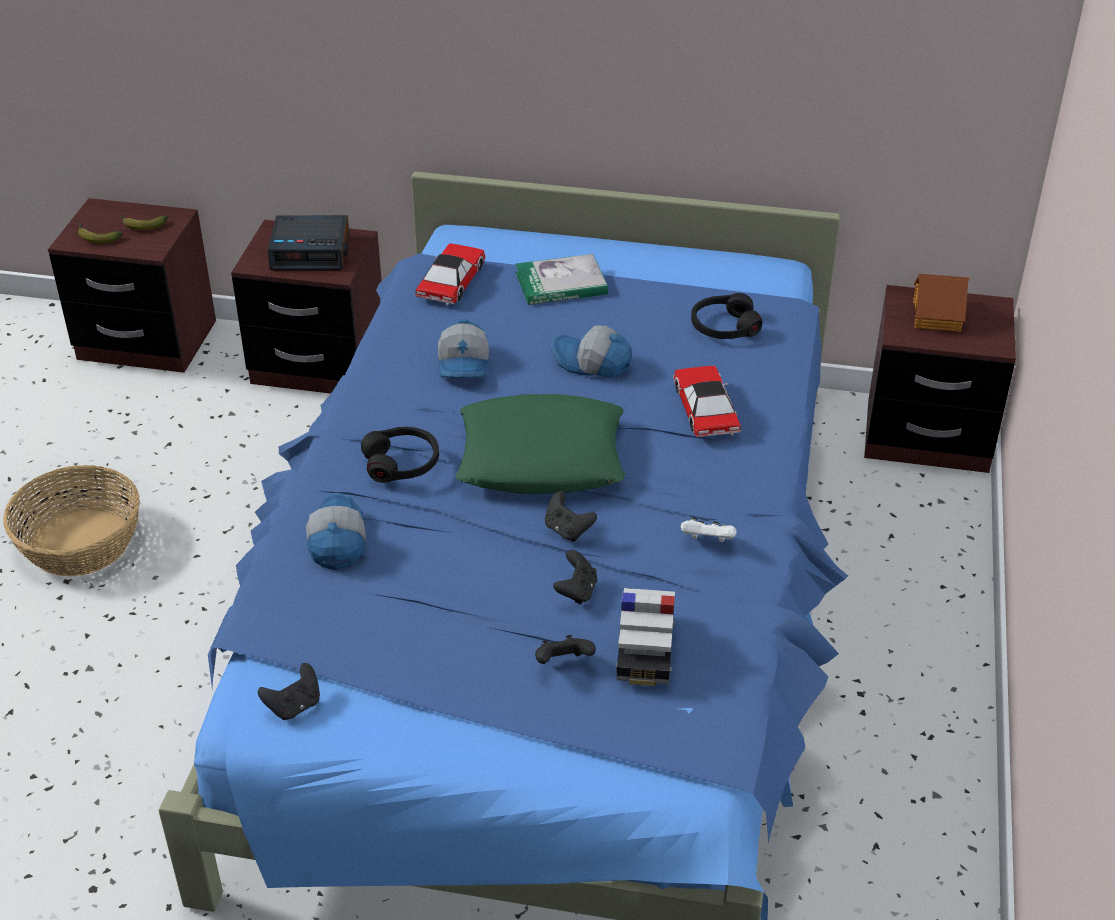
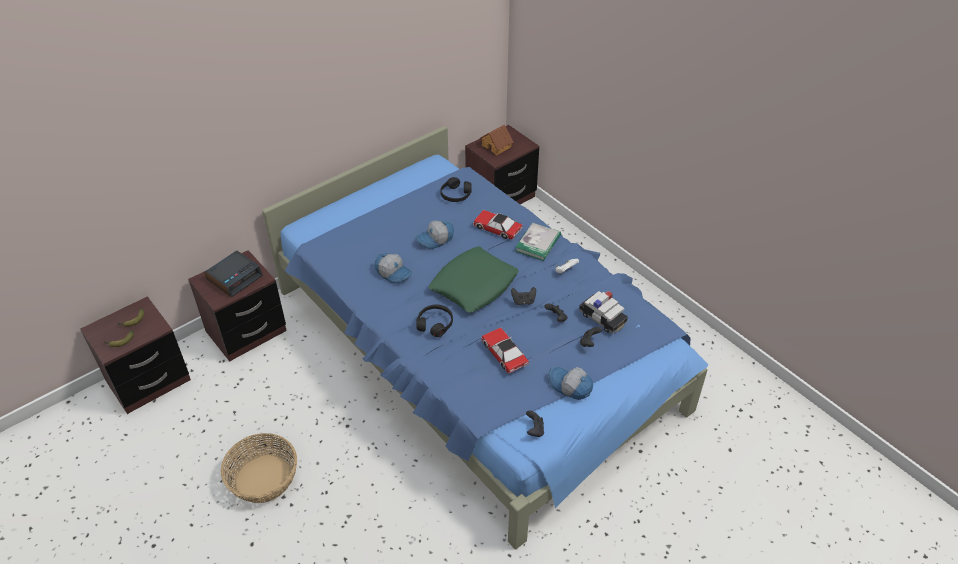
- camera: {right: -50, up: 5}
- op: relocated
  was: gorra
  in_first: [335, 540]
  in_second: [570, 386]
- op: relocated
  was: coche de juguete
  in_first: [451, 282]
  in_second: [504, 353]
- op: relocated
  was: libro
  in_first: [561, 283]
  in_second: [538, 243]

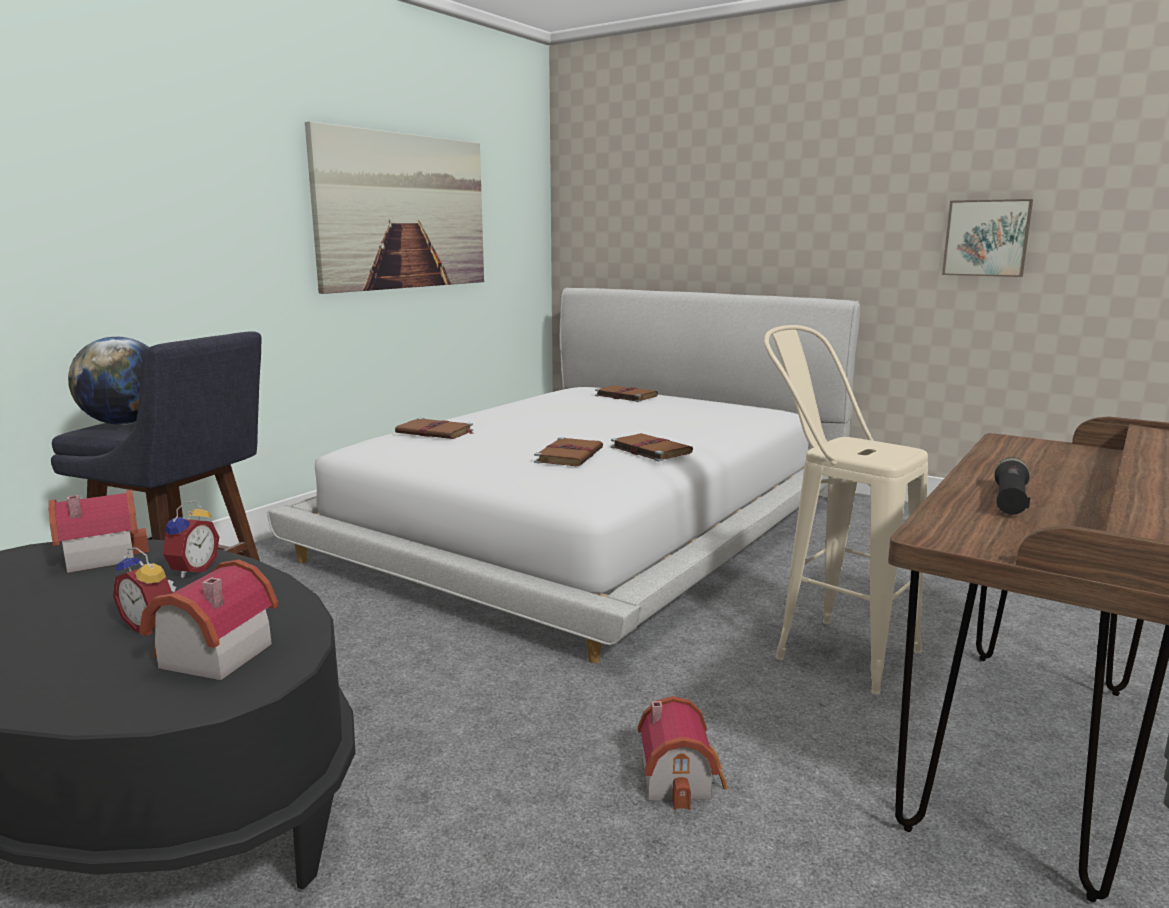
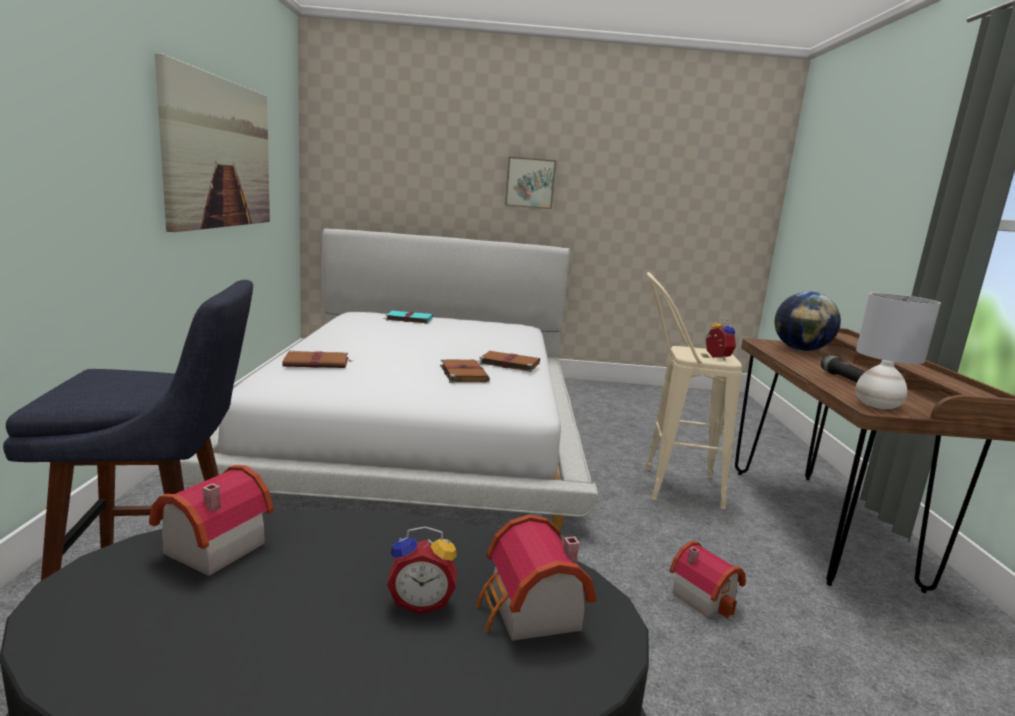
- camera: {right: -35, up: 0}
- op: appeared
  now: lámpara de mesa/gris
  in_second: [877, 405]
- op: relocated
  was: globo terráqueo
  in_first: [126, 423]
  in_second: [800, 350]
- op: relocated
  was: despertador
  in_first: [191, 570]
  in_second: [715, 357]
- op: relocated
  was: cuadro
  in_first: [986, 238]
  in_second: [530, 183]
- op: colour
  was: libro/marrón
  now: libro/turquesa
  in_first: [625, 396]
  in_second: [408, 319]

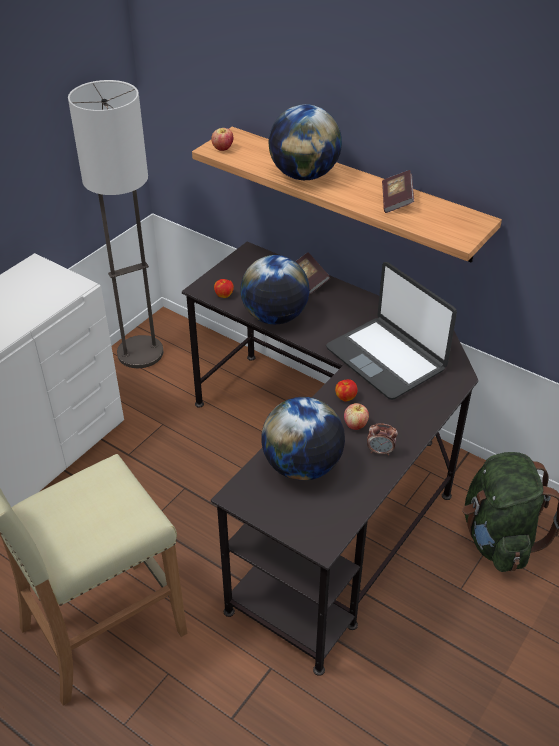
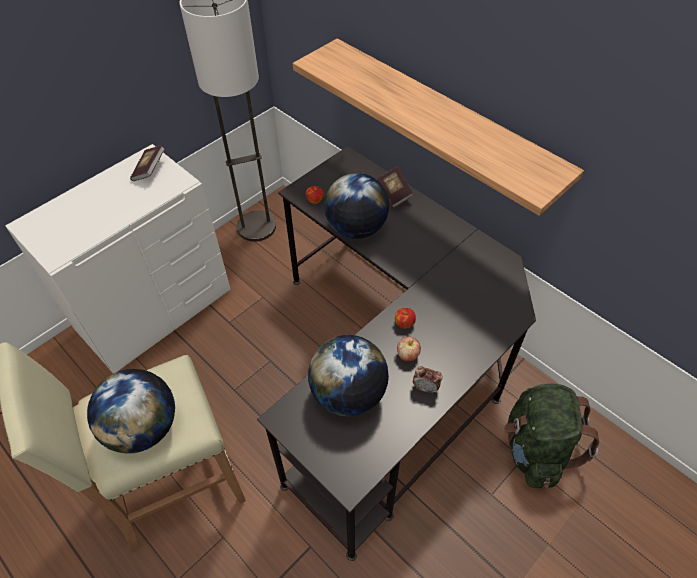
- camera: {right: 10, up: 10}
- op: missing
  was: manzana
  in_first: [223, 149]
- op: missing
  was: portátil
  in_first: [386, 358]
- op: relocated
  was: globo terráqueo
  in_first: [304, 175]
  in_second: [144, 428]
- op: relocated
  was: libro
  in_first: [396, 201]
  in_second: [149, 170]

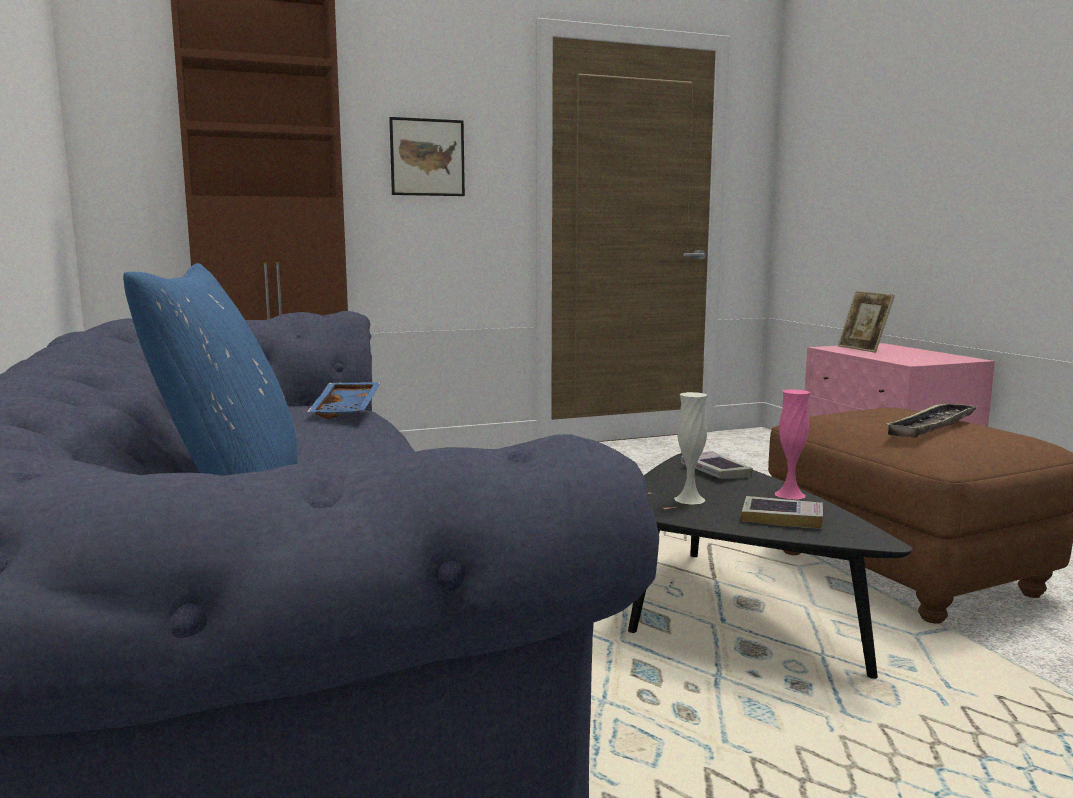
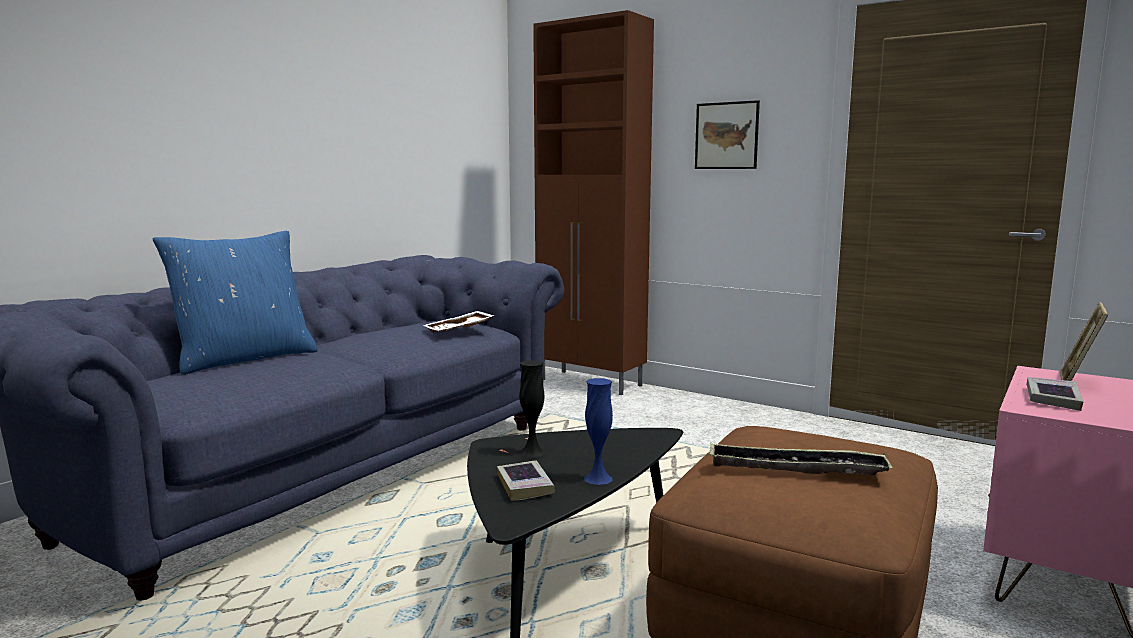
- camera: {right: 55, up: 0}
- op: relocated
  was: libro
  in_first: [715, 471]
  in_second: [1052, 399]
- op: colour
  was: bandeja/azul
  now: bandeja/blanco
  in_first: [348, 410]
  in_second: [459, 330]
- op: colour
  was: florero/blanco
  now: florero/negro
  in_first: [689, 499]
  in_second: [532, 452]
- op: colour
  was: florero/rosa
  now: florero/azul
  in_first: [789, 494]
  in_second: [598, 478]

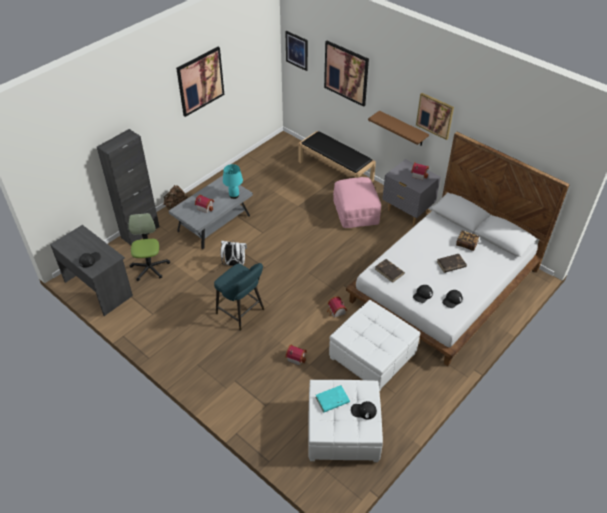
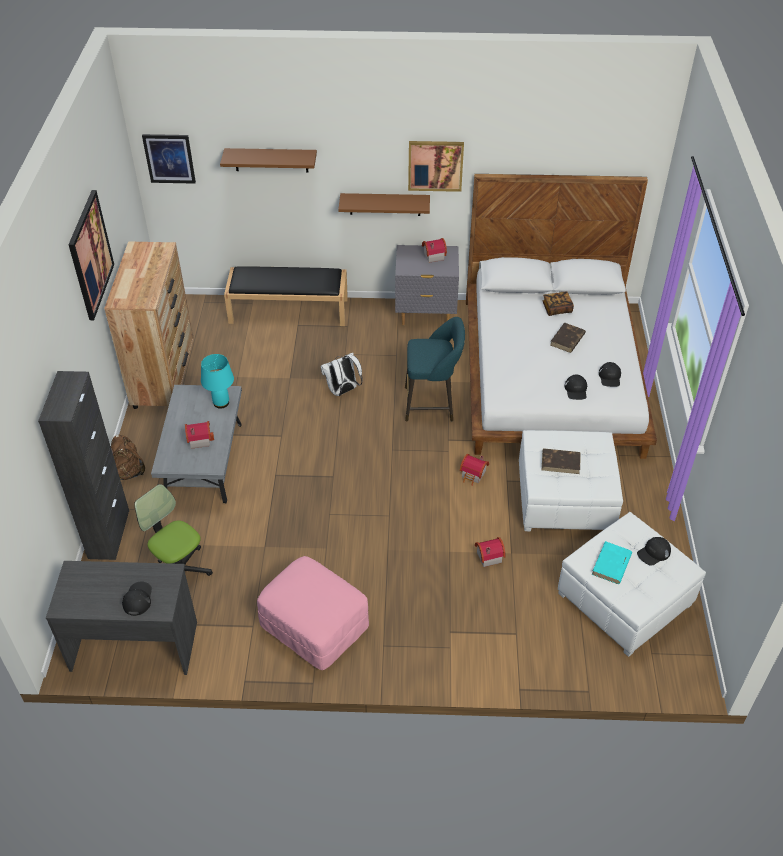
- camera: {right: -40, up: 0}
- op: appeared
  now: cómoda/marrón
  in_second: [164, 376]
- op: relocated
  was: taburete/turquesa
  in_first: [242, 313]
  in_second: [432, 404]
- op: relocated
  was: mochila/blanco
  in_first: [234, 264]
  in_second: [342, 391]
- op: relocated
  was: puf/rosa
  in_first: [355, 212]
  in_second: [313, 626]
- op: relocated
  was: libro/marrón
  in_first: [389, 271]
  in_second: [561, 462]
- op: exchanged
  was: cuadro
  now: estante/marrón
  in_first: [346, 73]
  in_second: [271, 160]

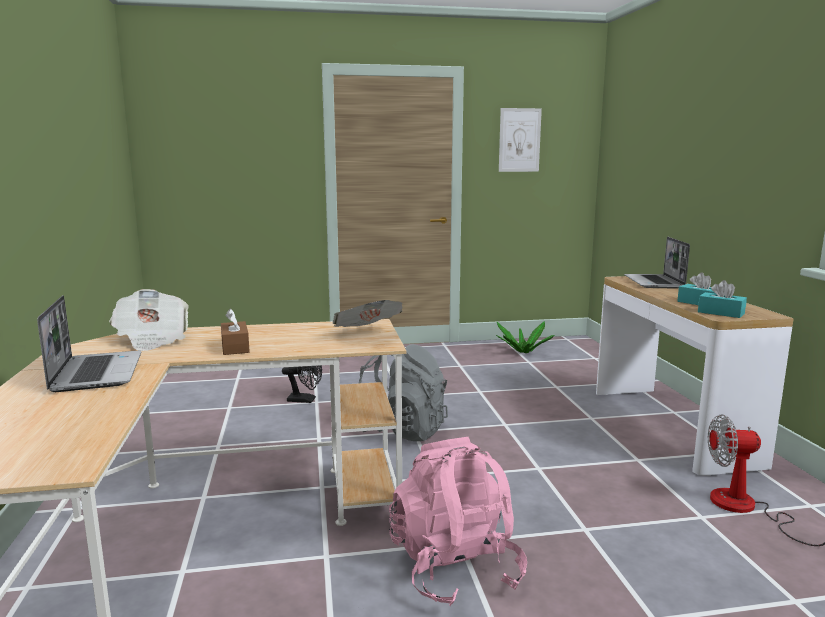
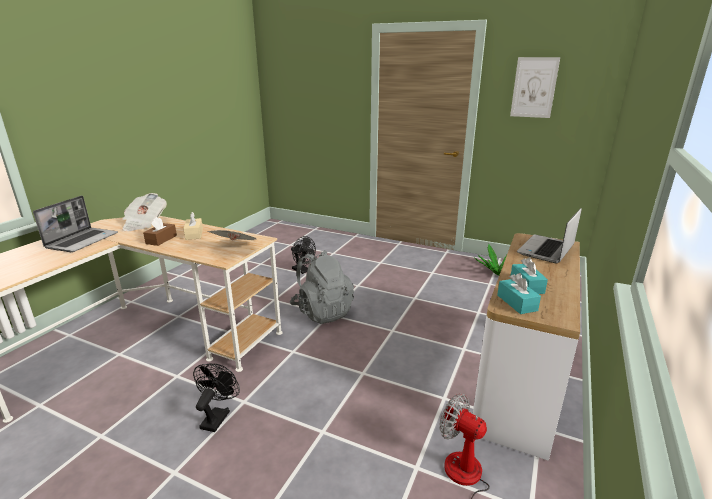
- camera: {right: 35, up: 10}
- op: appeared
  now: caja de pañuelos/beis
  in_second: [194, 234]
- op: exchanged
  was: mochila/rosa
  now: ventilador/negro
  in_first: [455, 568]
  in_second: [217, 416]

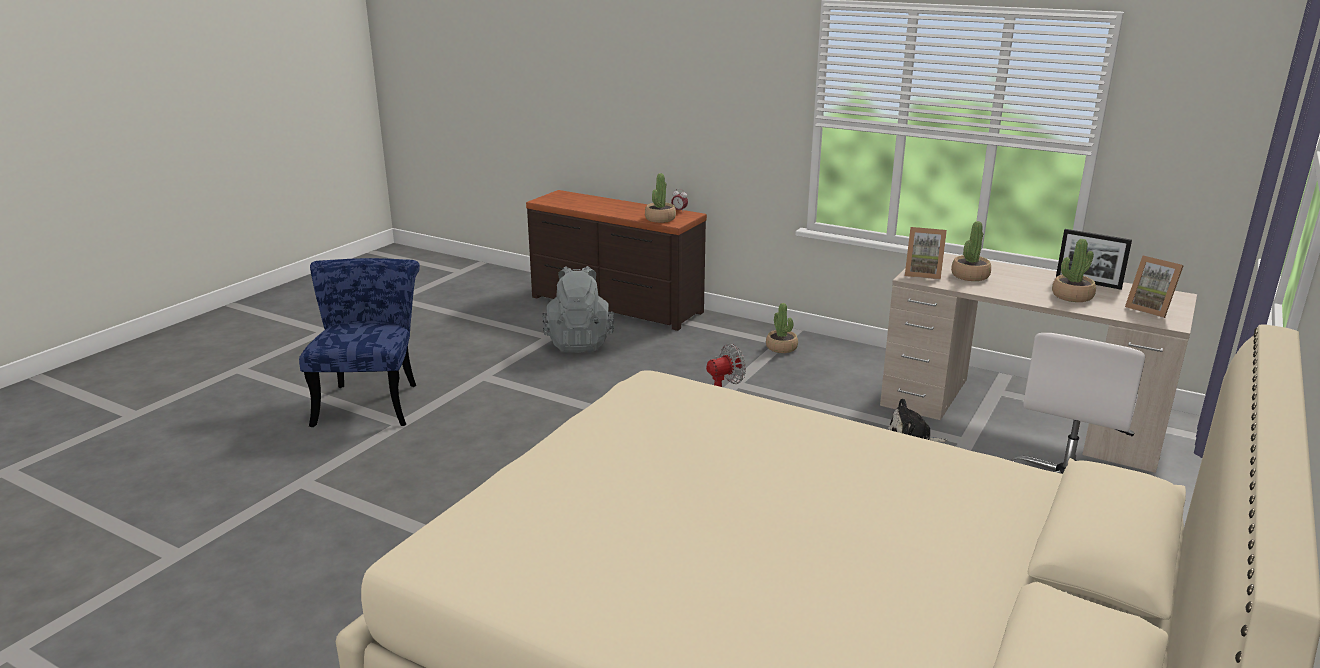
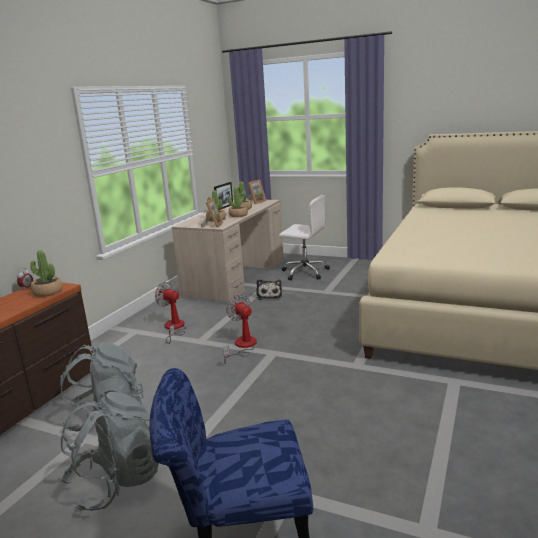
- camera: {right: -95, up: -5}
- op: appeared
  now: mochila/gris
  in_second: [117, 482]
- op: appeared
  now: ventilador
  in_second: [174, 328]
- op: relocated
  was: planta en maceta
  in_first: [781, 348]
  in_second: [238, 215]

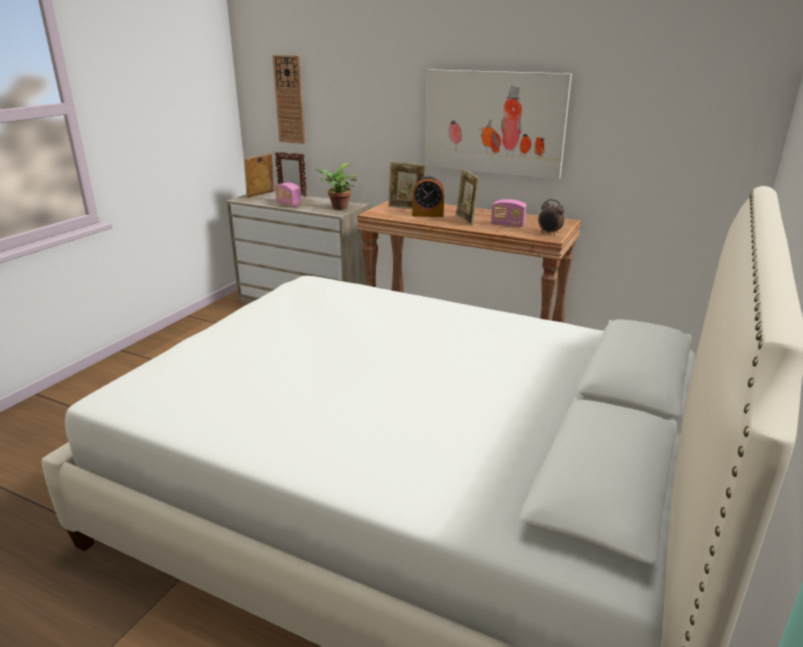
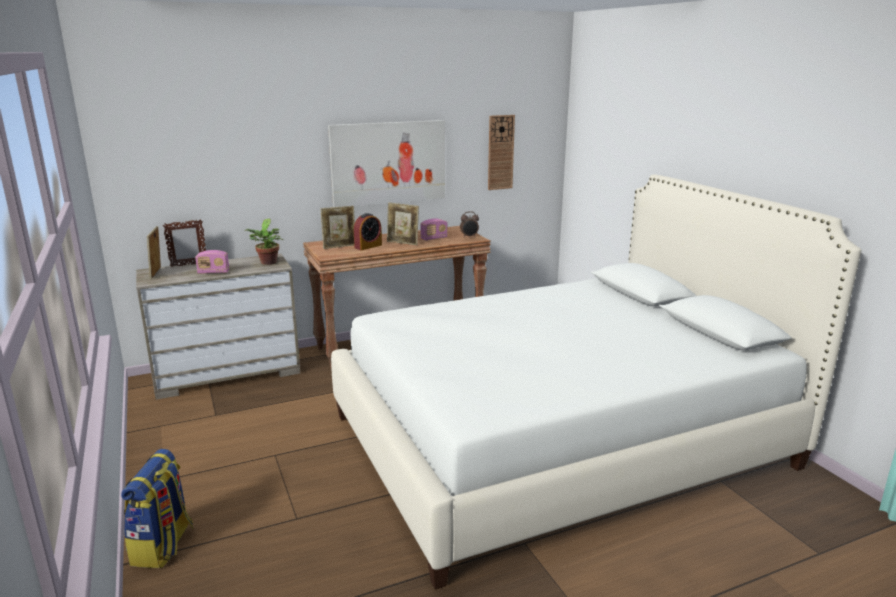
- camera: {right: -50, up: -5}
- op: appeared
  now: mochila
  in_second: [163, 546]
- op: relocated
  was: reloj de pared
  in_first: [290, 100]
  in_second: [500, 152]

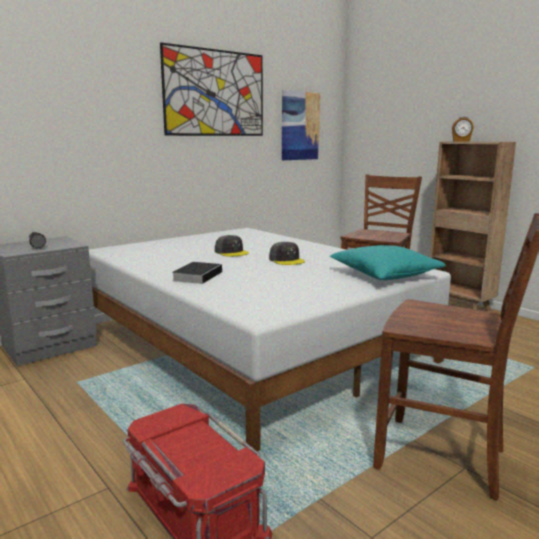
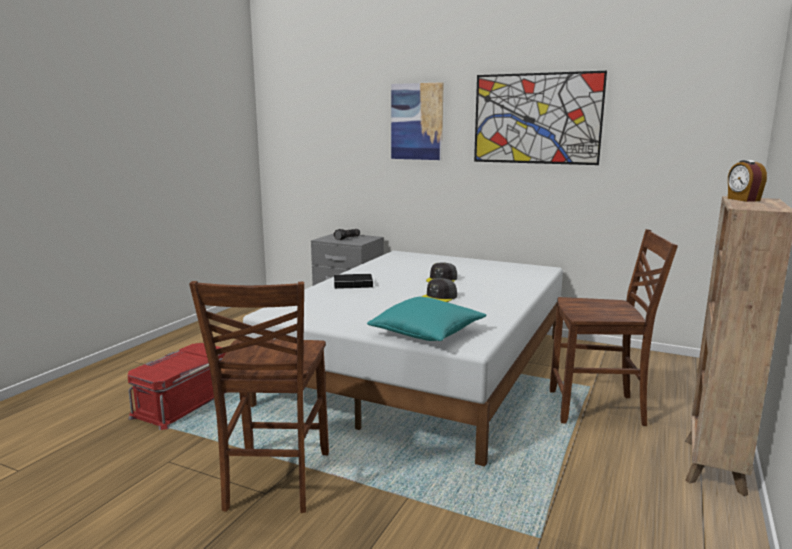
- camera: {right: 65, up: 0}
- op: relocated
  was: cuadro
  in_first: [300, 126]
  in_second: [417, 121]

